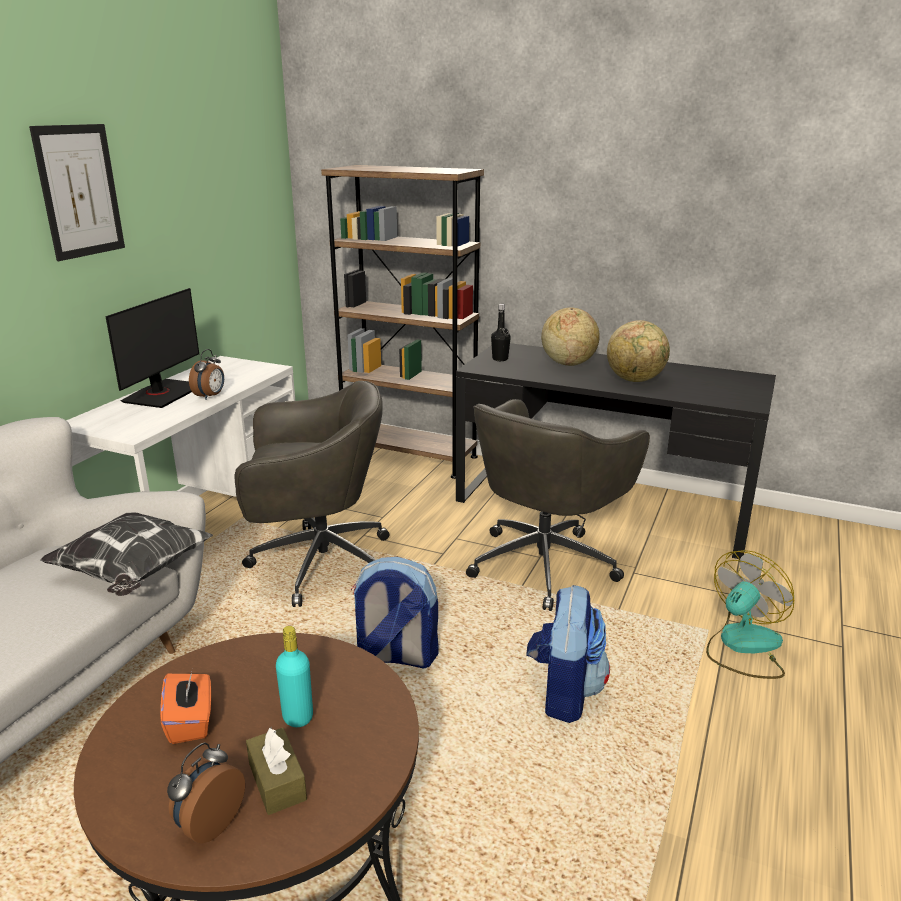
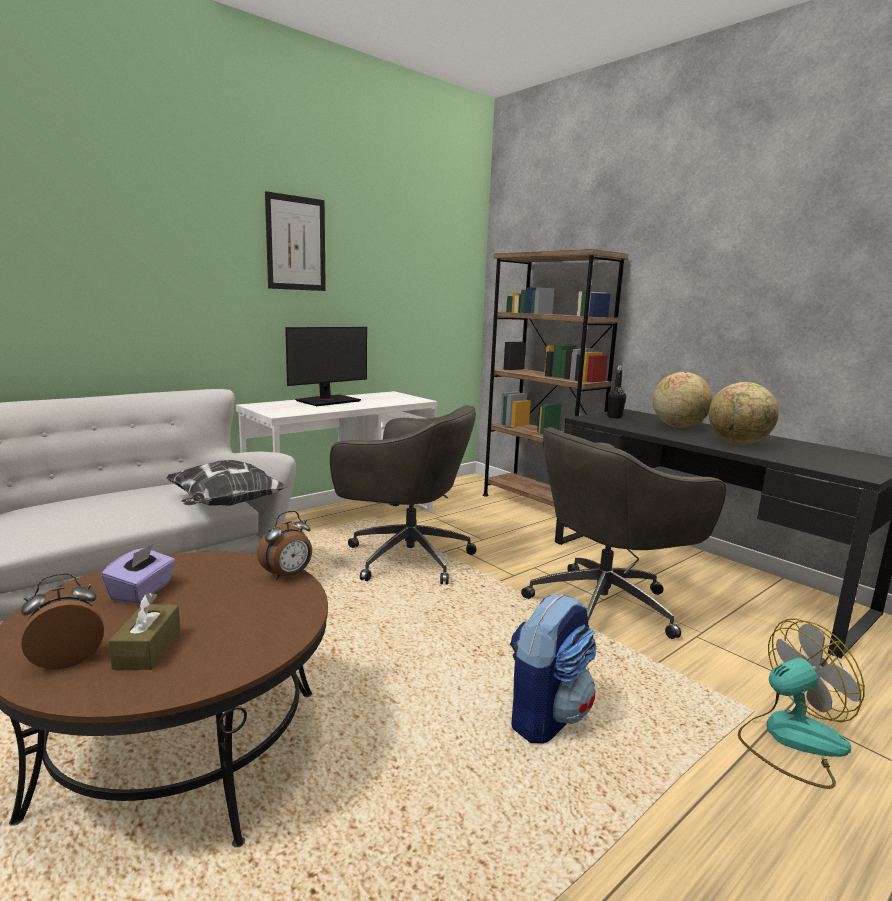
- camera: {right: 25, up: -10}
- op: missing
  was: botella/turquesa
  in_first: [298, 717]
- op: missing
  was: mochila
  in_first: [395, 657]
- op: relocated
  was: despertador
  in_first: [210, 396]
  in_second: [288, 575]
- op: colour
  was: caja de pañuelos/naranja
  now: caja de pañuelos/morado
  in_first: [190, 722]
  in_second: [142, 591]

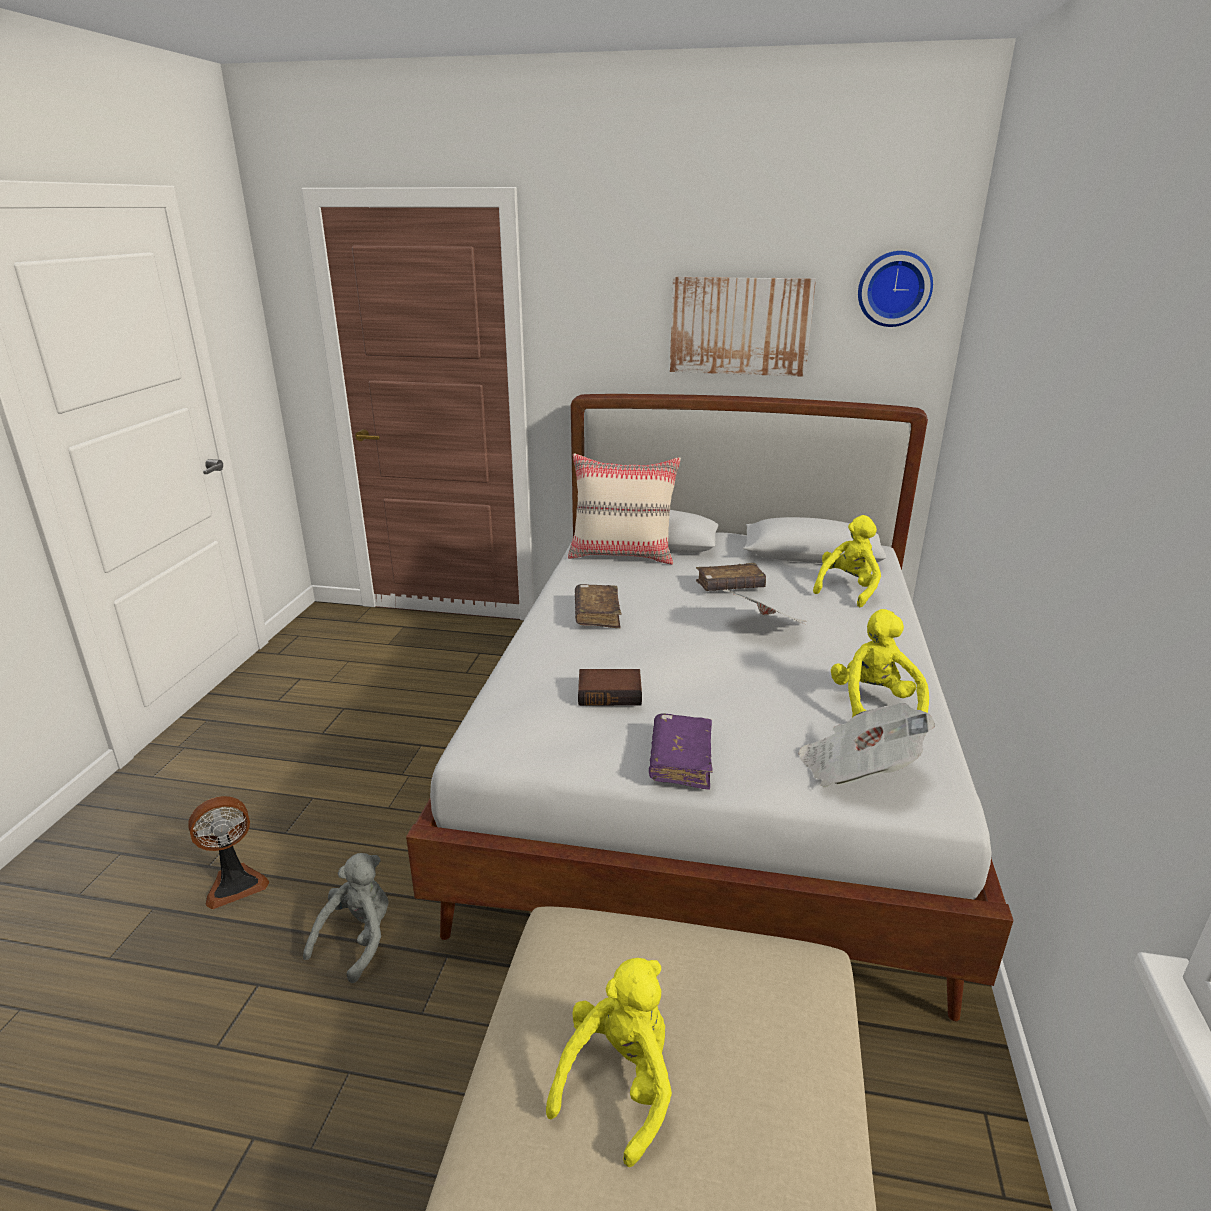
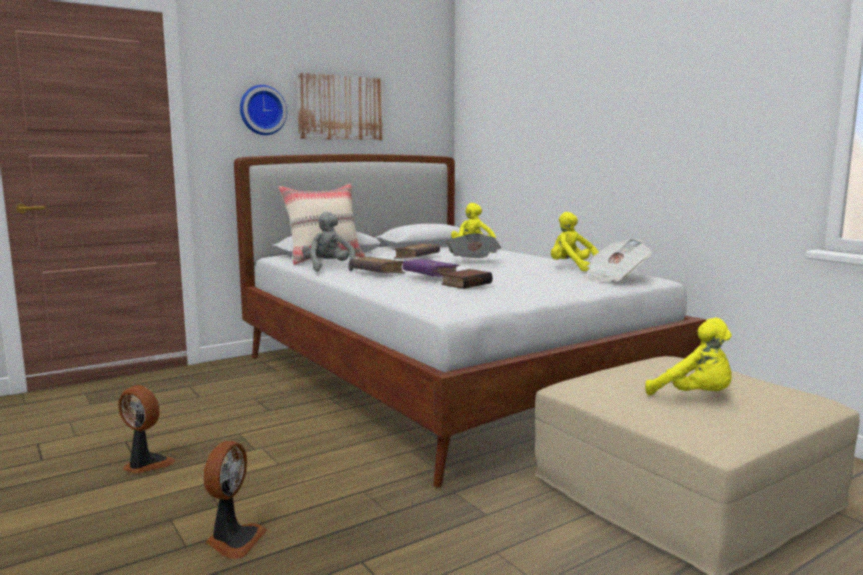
- camera: {right: -45, up: -15}
- op: appeared
  now: ventilador
  in_second: [145, 465]
- op: relocated
  was: peluche/gris
  in_first: [358, 939]
  in_second: [328, 268]
- op: relocated
  was: libro/morado
  in_first: [680, 760]
  in_second: [430, 276]
- op: relocated
  was: reloj de pared
  in_first: [894, 288]
  in_second: [262, 110]
- op: spun
  was: peluche/amarillo
  in_first: [619, 1083]
  in_second: [695, 397]
  clockwise: 150

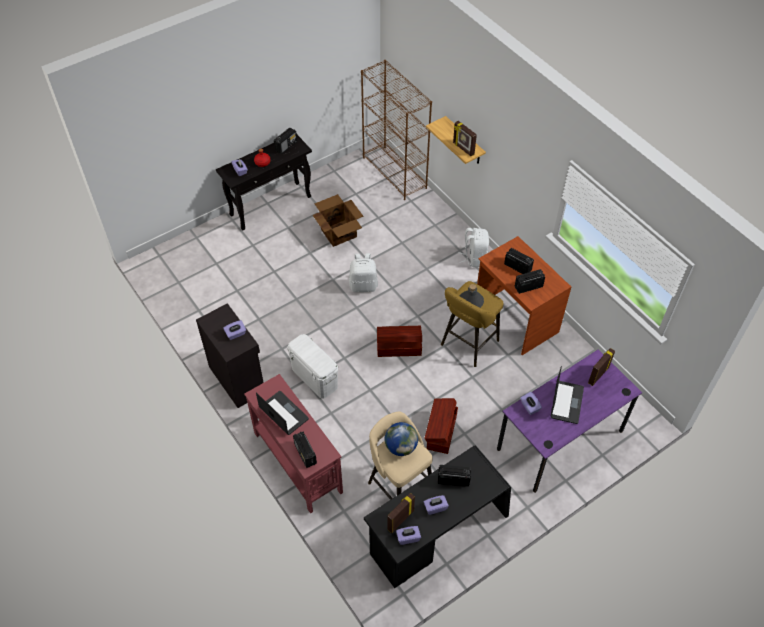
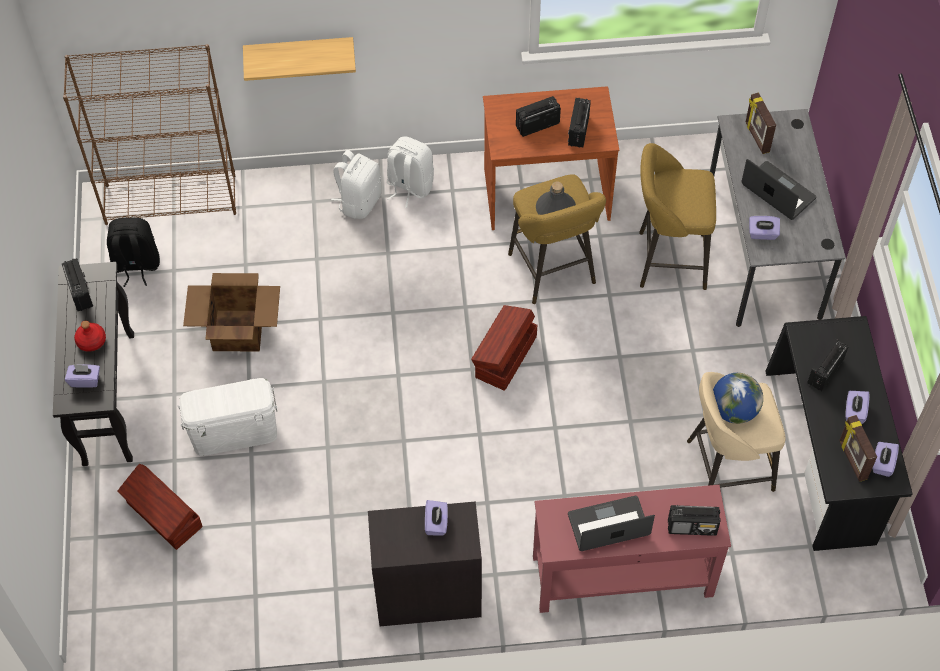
- camera: {right: -60, up: 5}
- op: missing
  was: portarretratos
  in_first: [463, 149]
- op: appeared
  now: mochila/negro
  in_second: [136, 265]
- op: appeared
  now: taburete/amarillo
  in_second: [666, 260]
- op: relocated
  was: caja de almacenaje/blanco
  in_first: [314, 377]
  in_second: [234, 433]
- op: relocated
  was: mochila/blanco
  in_first: [363, 285]
  in_second: [359, 201]
- op: relocated
  was: caja de almacenaje/marrón
  in_first: [441, 431]
  in_second: [164, 516]
- op: colour
  was: escritorio/morado
  now: escritorio/gris
  in_first: [560, 440]
  in_second: [763, 251]

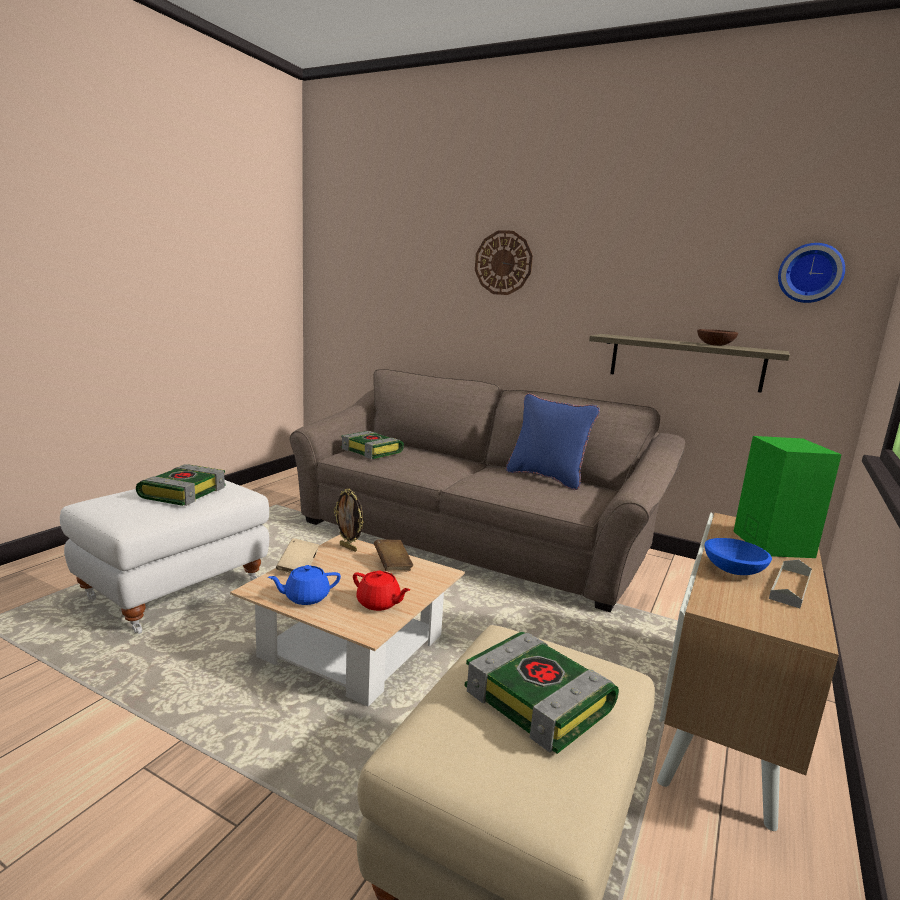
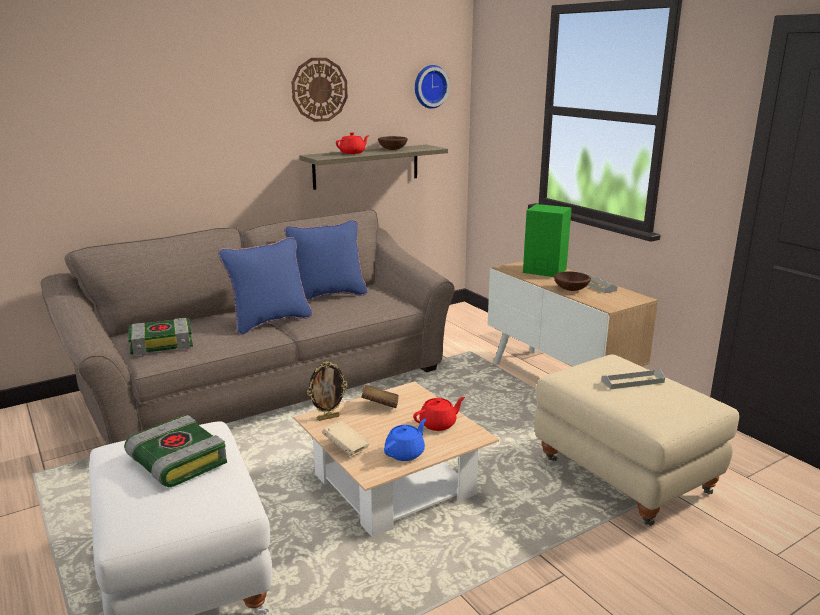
- camera: {right: -60, up: 5}
- op: appeared
  now: cojín/azul
  in_second: [270, 322]
- op: appeared
  now: tetera/rojo
  in_second: [353, 153]
- op: relocated
  was: reloj de pared
  in_first: [503, 263]
  in_second: [319, 89]
- op: exchanged
  was: libro
  now: bandeja/gris
  in_first: [540, 700]
  in_second: [632, 382]
- op: colour
  was: cuenco/azul
  now: cuenco/marrón
  in_first: [734, 570]
  in_second: [571, 289]
- op: spun
  was: tetera/azul
  in_first: [306, 597]
  in_second: [405, 453]
  clockwise: -150

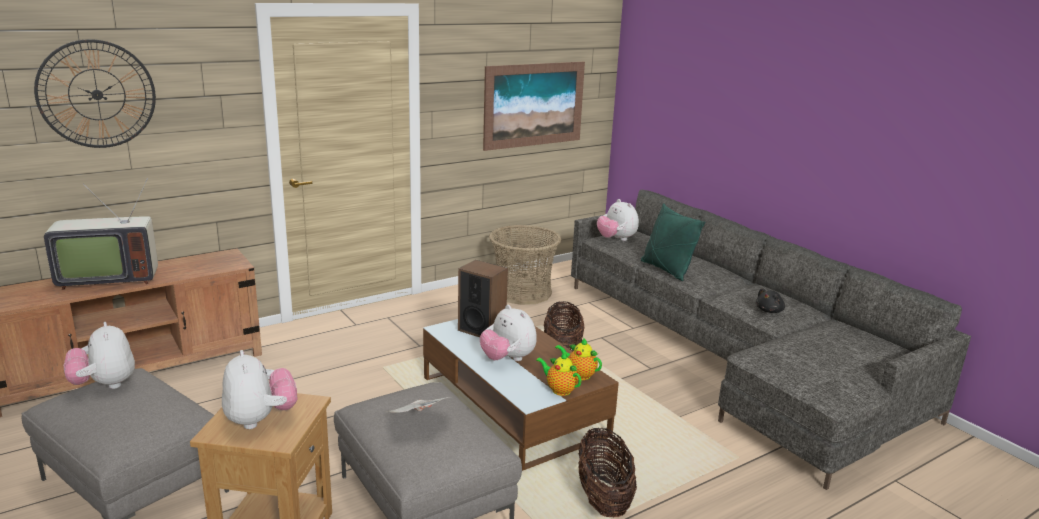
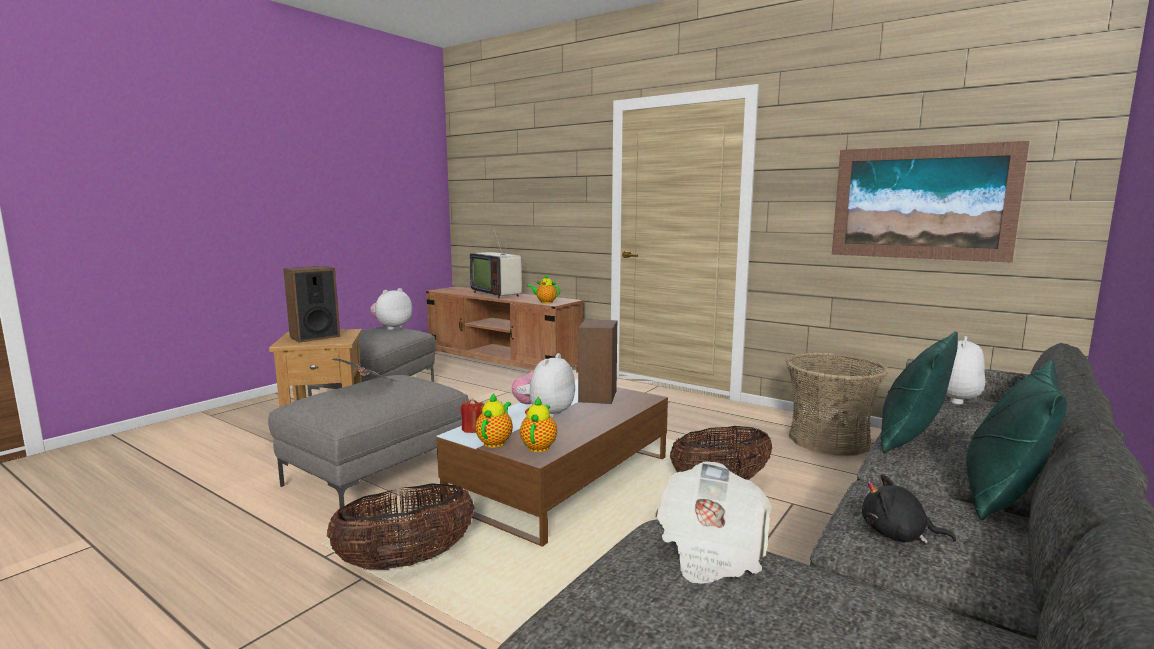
- camera: {right: 70, up: -10}
- op: missing
  was: reloj de pared
  in_first: [97, 94]
- op: appeared
  now: vela/rojo
  in_second: [472, 429]
- op: appeared
  now: tetera
  in_second: [545, 302]
- op: appeared
  now: periódico
  in_second: [710, 550]
- op: appeared
  now: cojín/verde
  in_second: [1001, 497]
- op: exchanged
  was: peluche
  now: altavoz
  in_first: [260, 419]
  in_second: [314, 337]

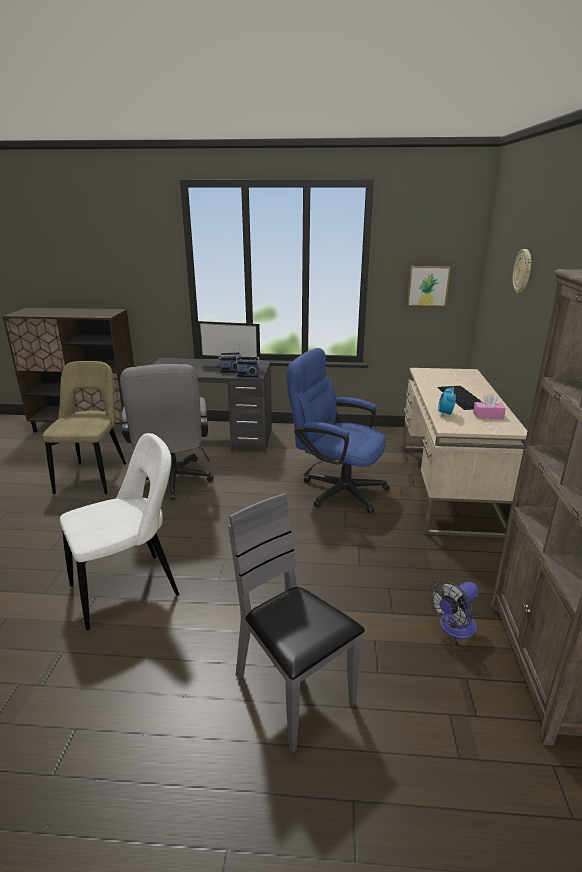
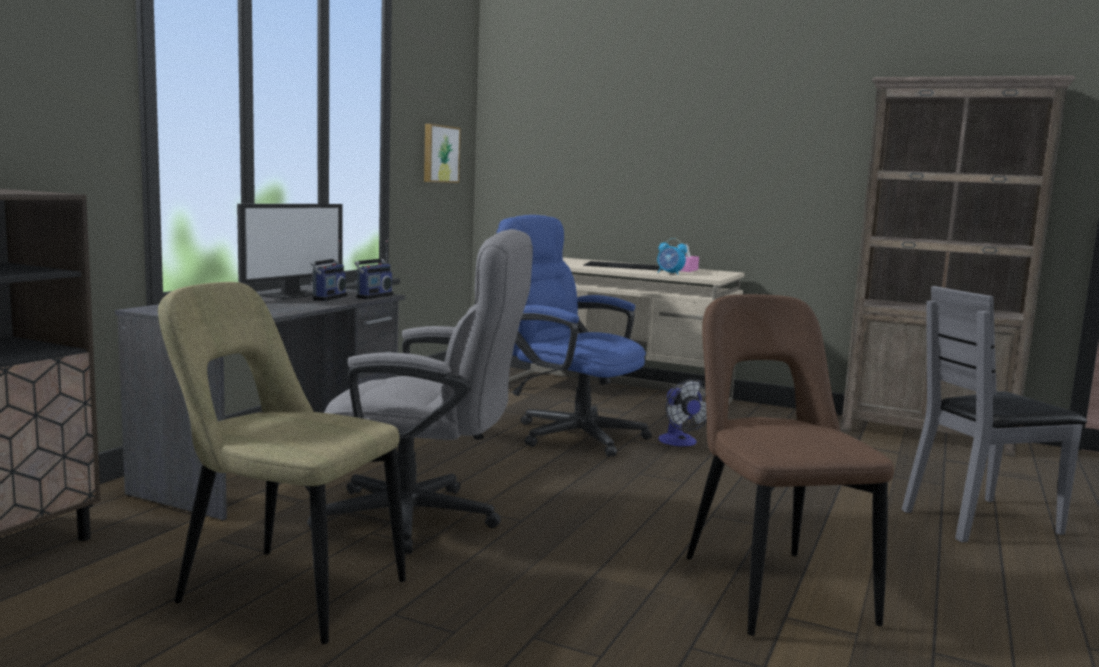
- camera: {right: -70, up: -15}
- op: missing
  was: reloj de pared
  in_first: [523, 271]
- op: relocated
  was: ventilador
  in_first: [453, 628]
  in_second: [680, 443]
- op: colour
  was: silla/blanco
  now: silla/marrón
  in_first: [130, 588]
  in_second: [771, 586]
- op: spun
  was: silla de oficina/azul
  in_first: [336, 489]
  in_second: [568, 433]
  clockwise: 75

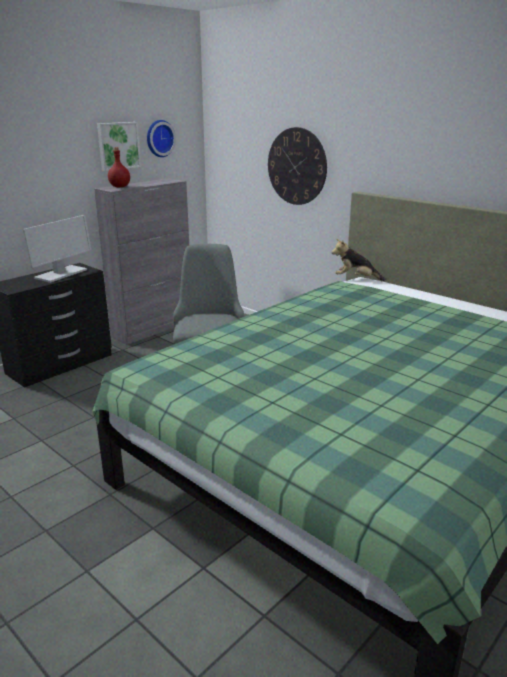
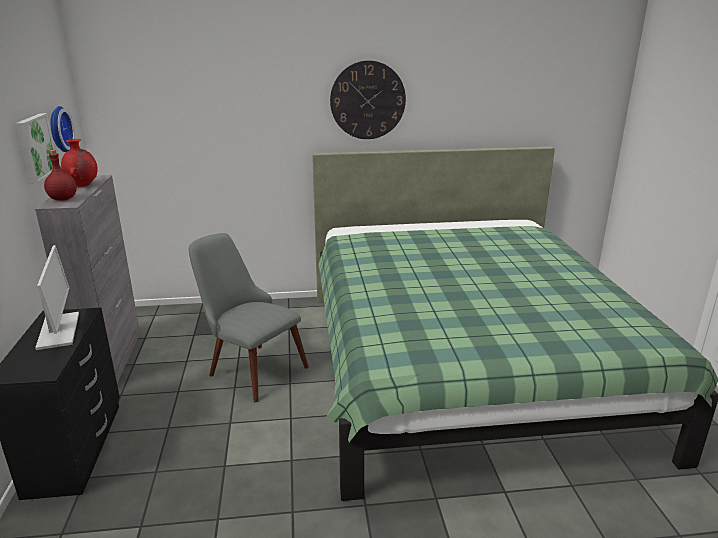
- camera: {right: -50, up: 0}
- op: missing
  was: peluche
  in_first: [355, 279]
- op: appeared
  now: florero/rojo
  in_second: [83, 185]
- op: relocated
  was: reloj de pared
  in_first: [297, 166]
  in_second: [367, 100]

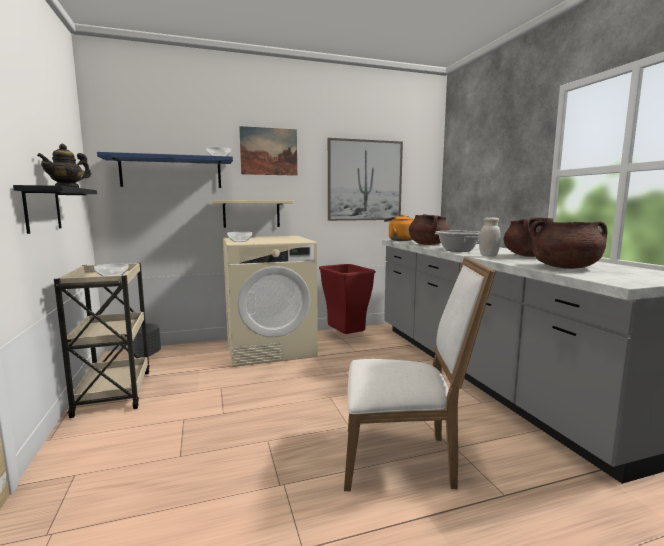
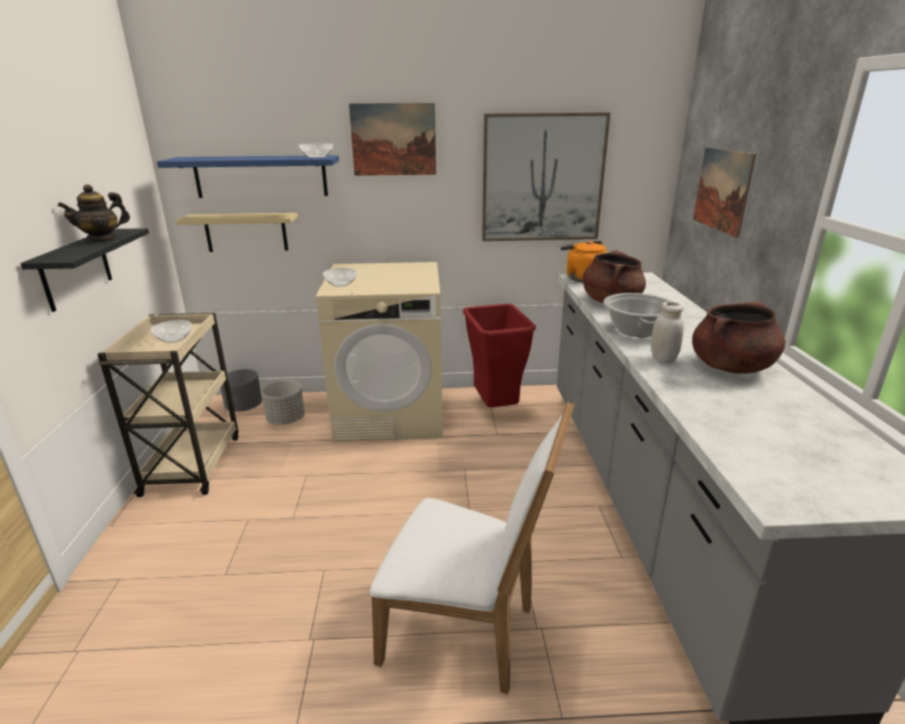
- camera: {right: 15, up: 15}
- op: missing
  was: olla/marrón
  in_first: [564, 267]
- op: appeared
  now: maceta/gris
  in_second: [286, 420]
- op: appeared
  now: cuadro
  in_second: [722, 190]
- op: relocated
  was: estante/beis
  in_first: [251, 214]
  in_second: [246, 232]

